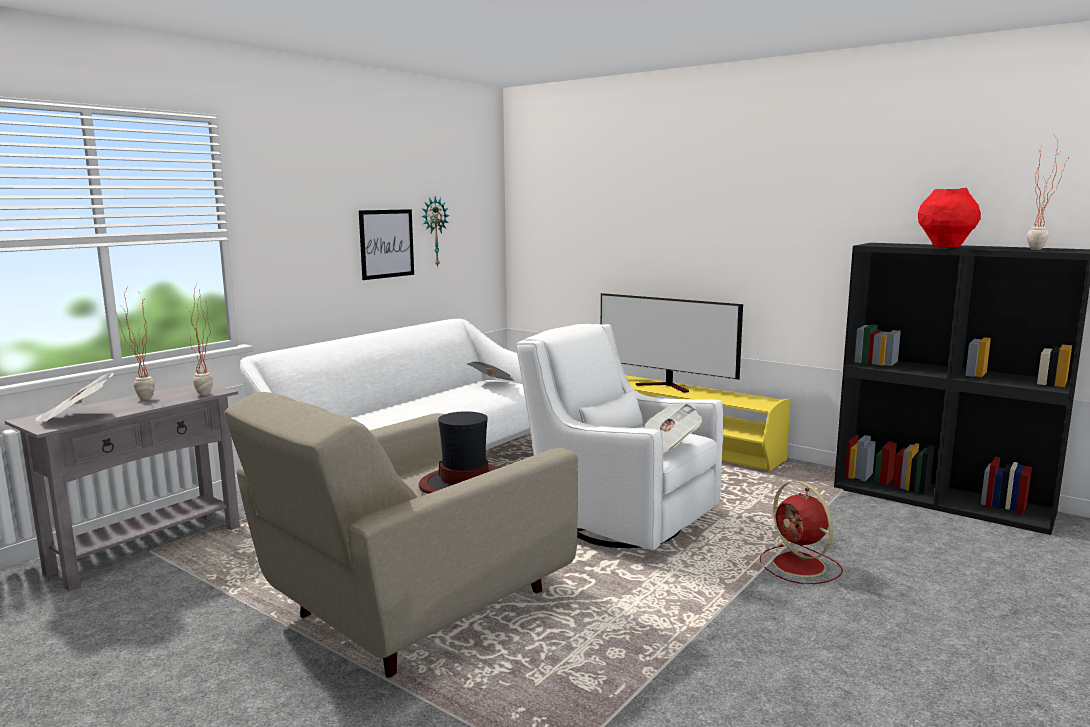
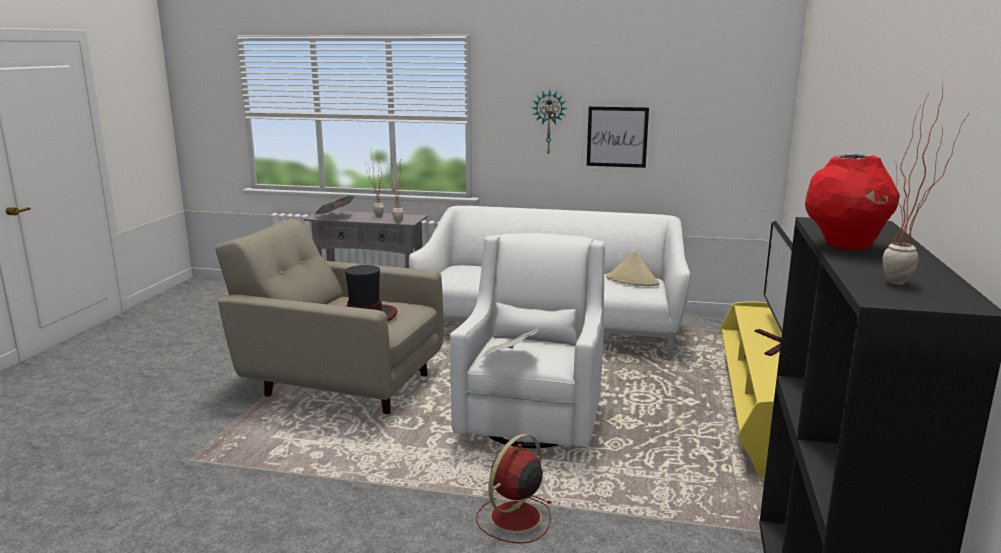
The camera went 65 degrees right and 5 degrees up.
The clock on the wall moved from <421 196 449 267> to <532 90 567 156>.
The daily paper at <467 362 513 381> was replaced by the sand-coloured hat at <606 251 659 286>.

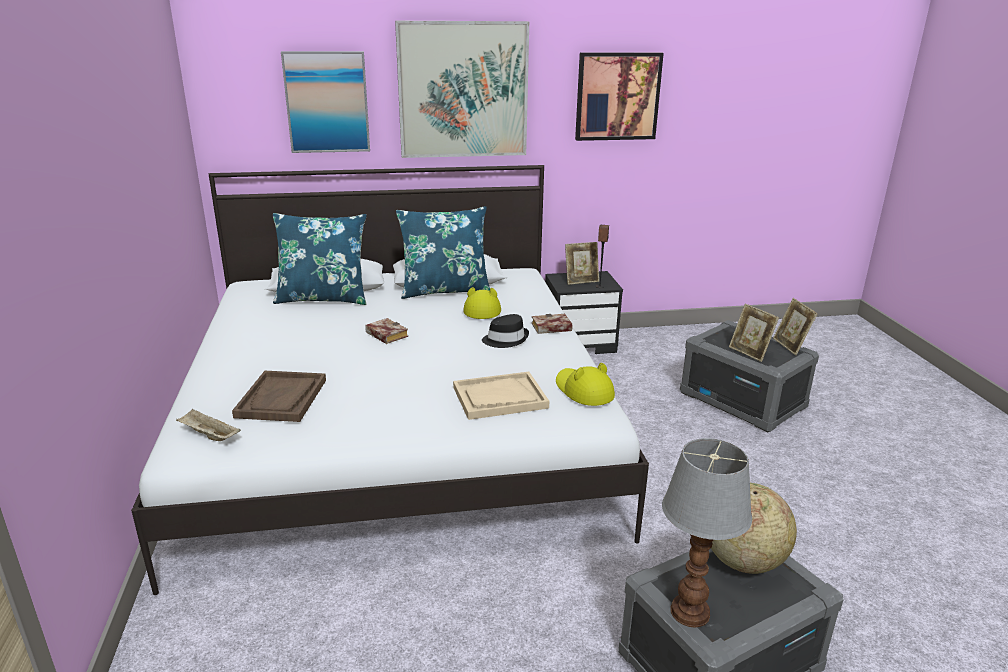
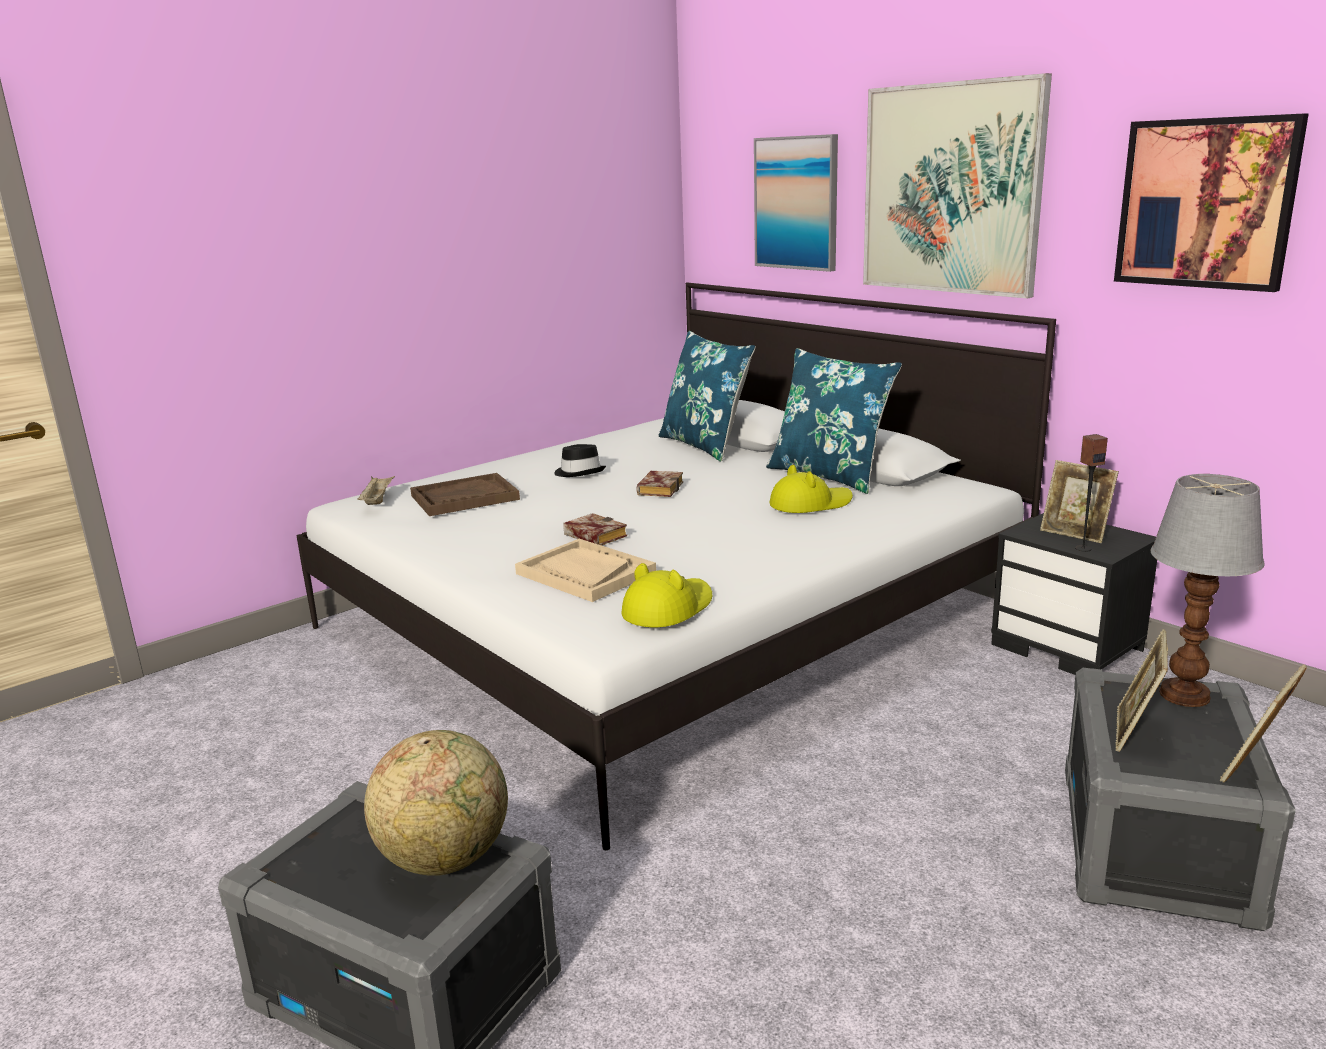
The camera went 60 degrees right and 5 degrees down.
The black hat moved from <482 314 529 348> to <554 444 606 477>.
The volume moved from <532 314 573 334> to <563 513 627 546>.
The tabletop lamp moved from <662 438 752 628> to <1151 474 1265 707>.

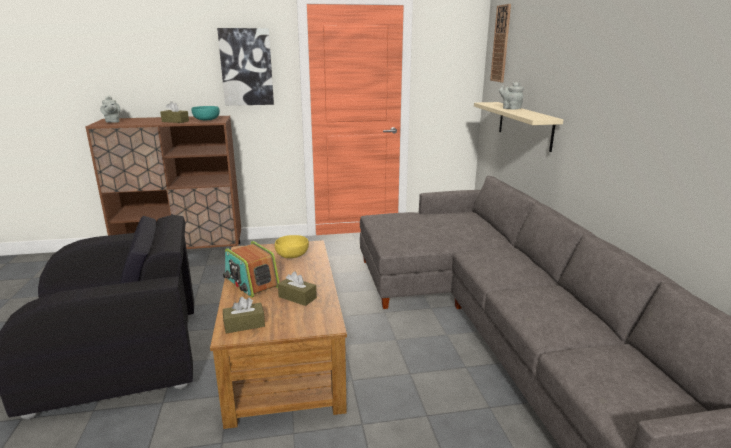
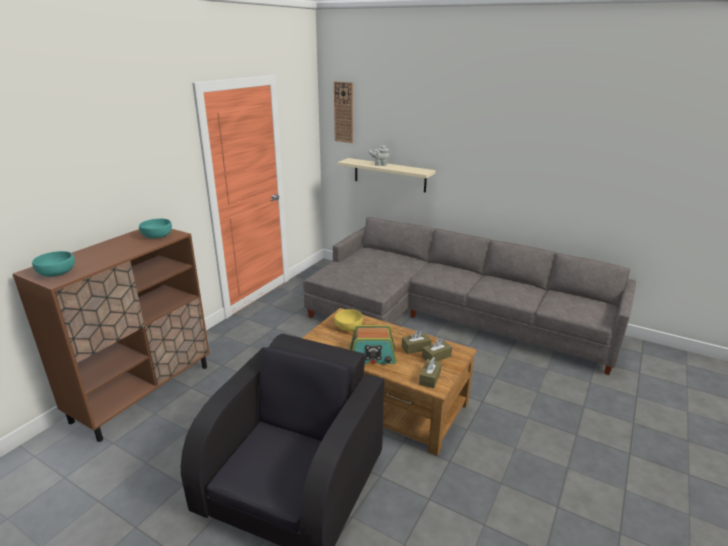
The camera went 50 degrees left and 5 degrees up.
The wall picture at <217 28 274 106> disappeared.
The brown box of tissues moved from <160 101 189 123> to <422 338 452 361>.
The greyish pot for tea at <100 95 120 123> was replaced by the blue-green serving bowl at <32 251 75 277>.

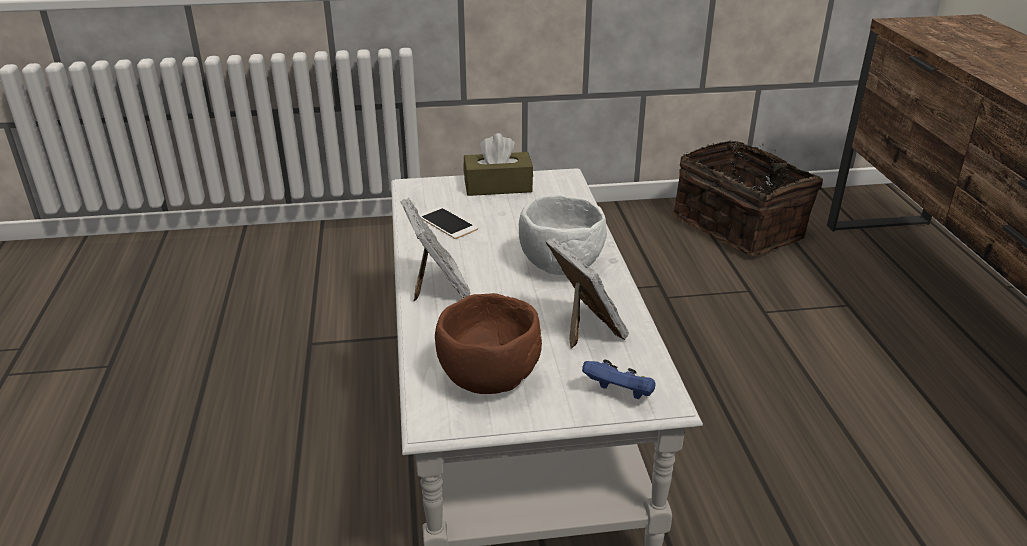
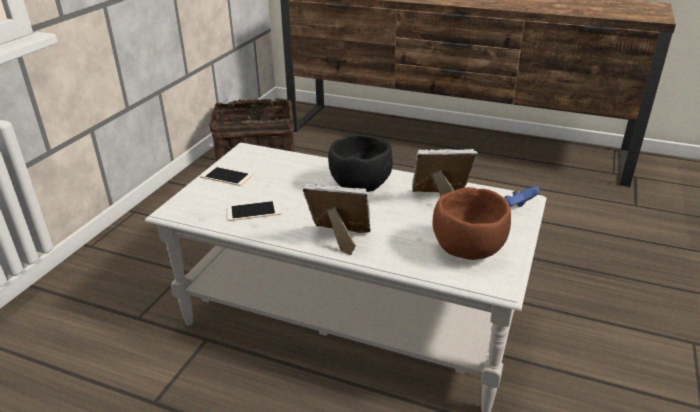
The camera went 60 degrees left and 0 degrees up.
The brown box of tissues at <463 133 533 196> was replaced by the phone at <200 166 252 186>.
The white-coloured serving bowl at <519 195 607 275> became the black serving bowl at <328 135 393 192>.

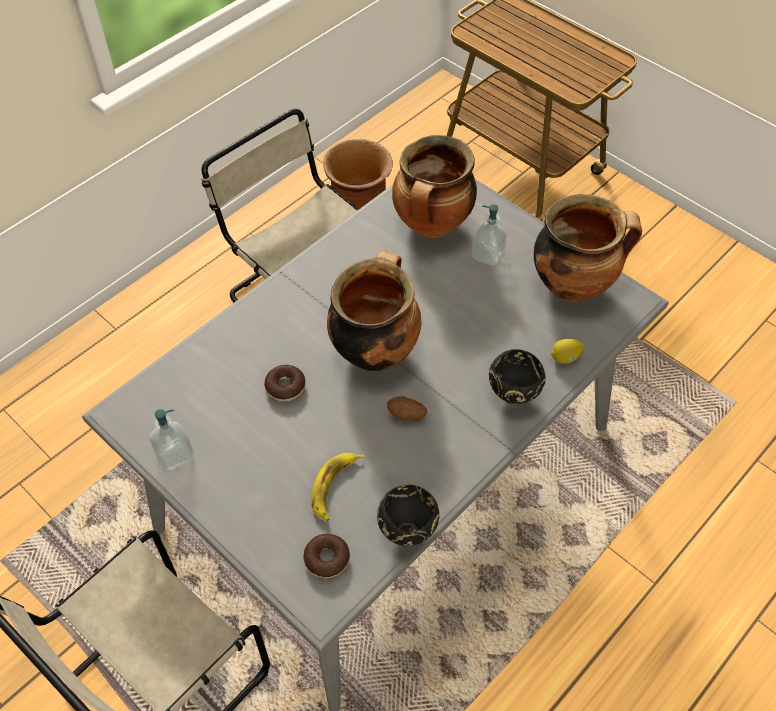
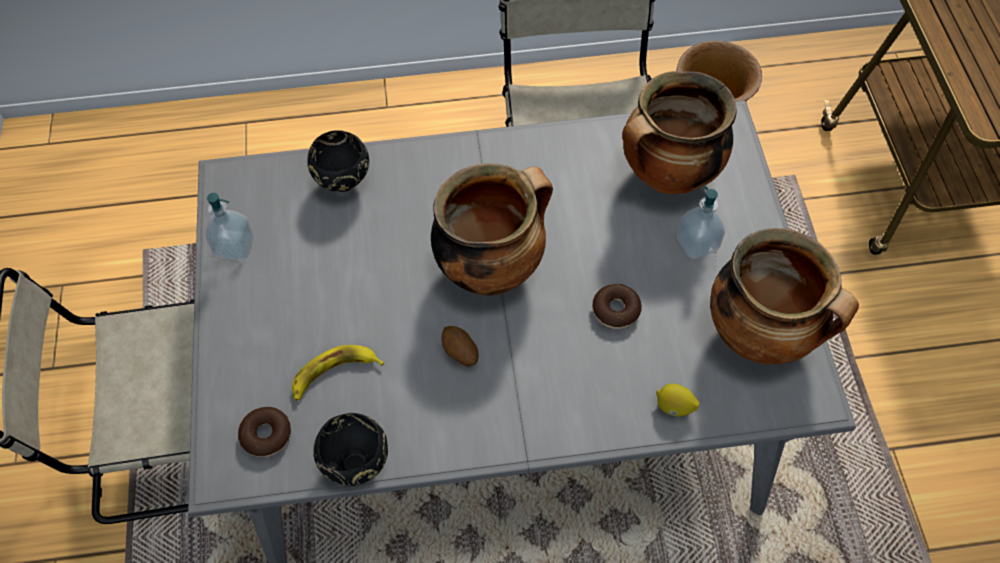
The camera went 40 degrees right and 5 degrees up.
The ring doughnut moved from <264 365 305 402> to <592 284 642 329>.
The black serving bowl moved from <489 349 546 404> to <307 130 369 192>.

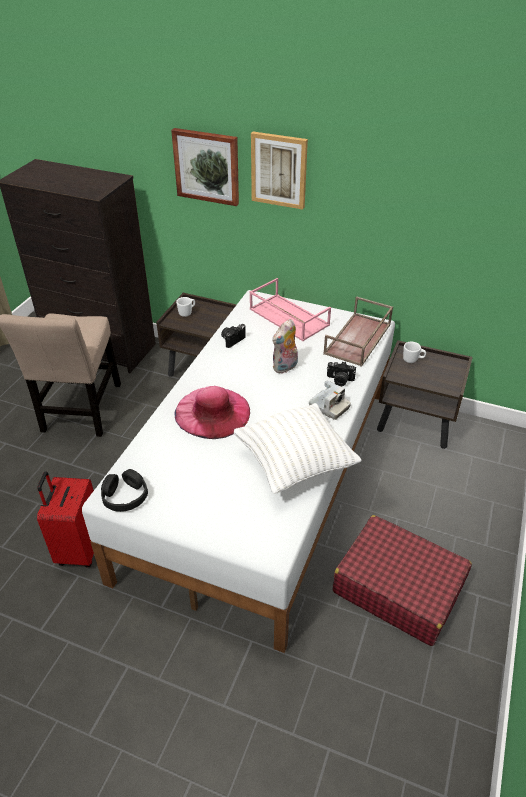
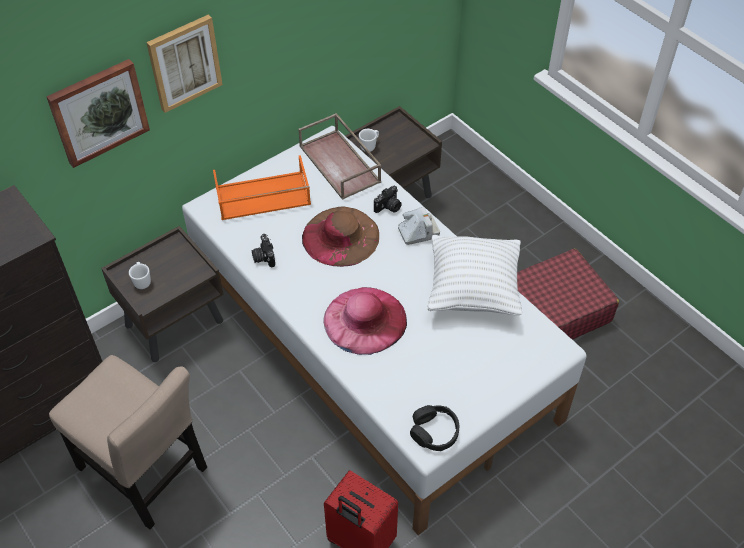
The camera went 60 degrees left and 10 degrees up.
The soft toy at <272 319 298 374> was replaced by the brown hat at <302 206 379 267>.
The pink-coloured carrying tray at <249 278 331 341> became the orange carrying tray at <213 155 311 220>.

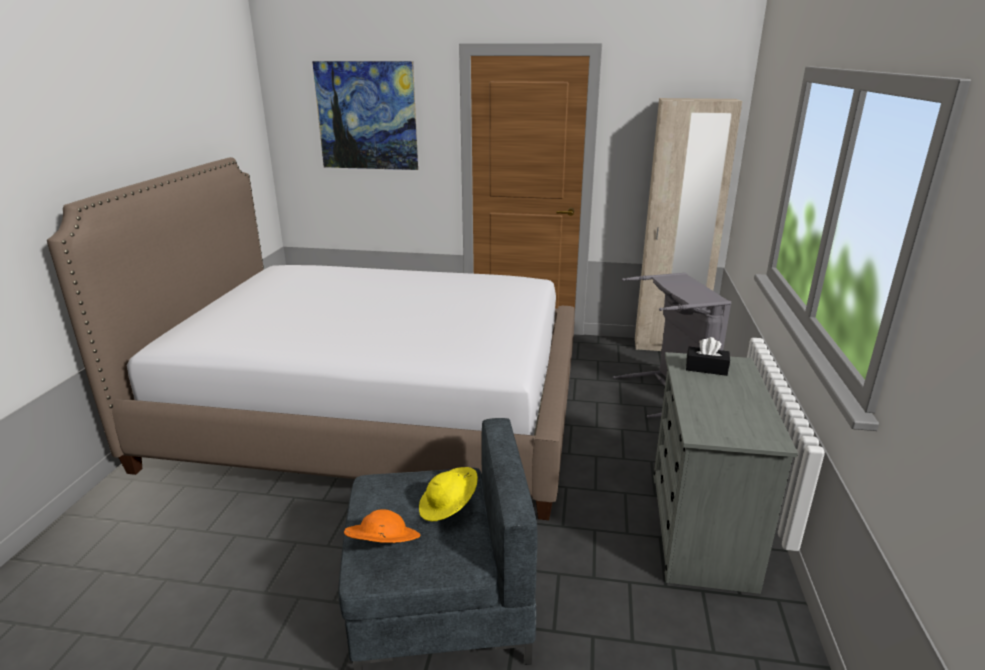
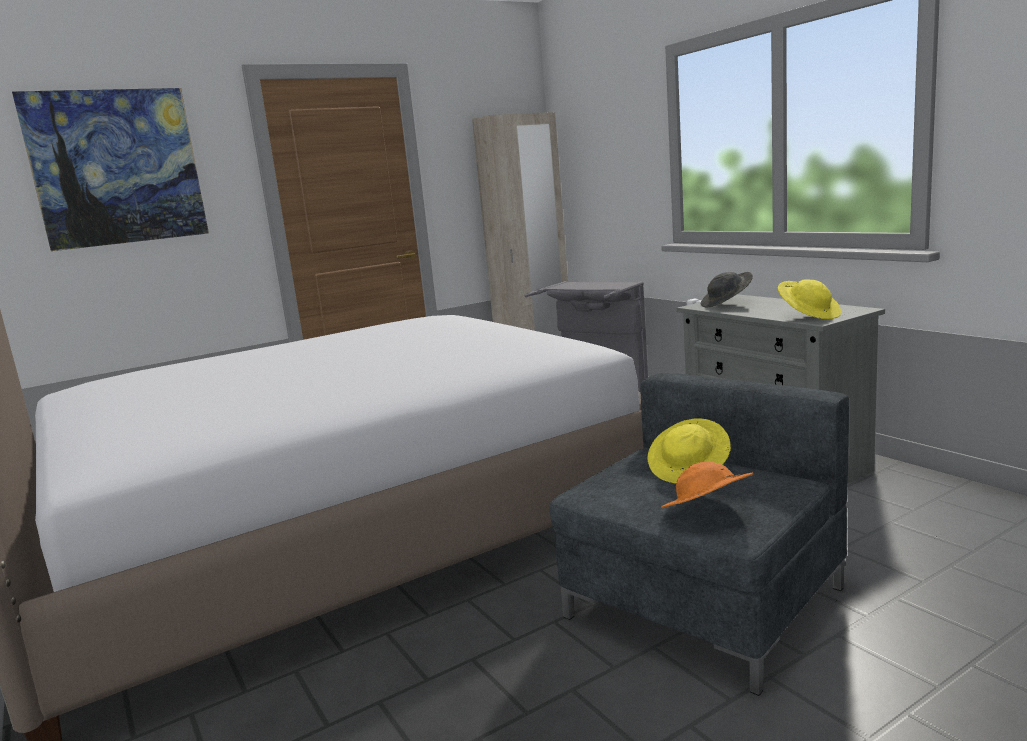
The camera went 40 degrees left and 10 degrees down.
The yellow-coloured hat at <778 279 841 319> appeared.
The black box of tissues at <686 337 730 376> was replaced by the greyish hat at <701 272 753 308>.

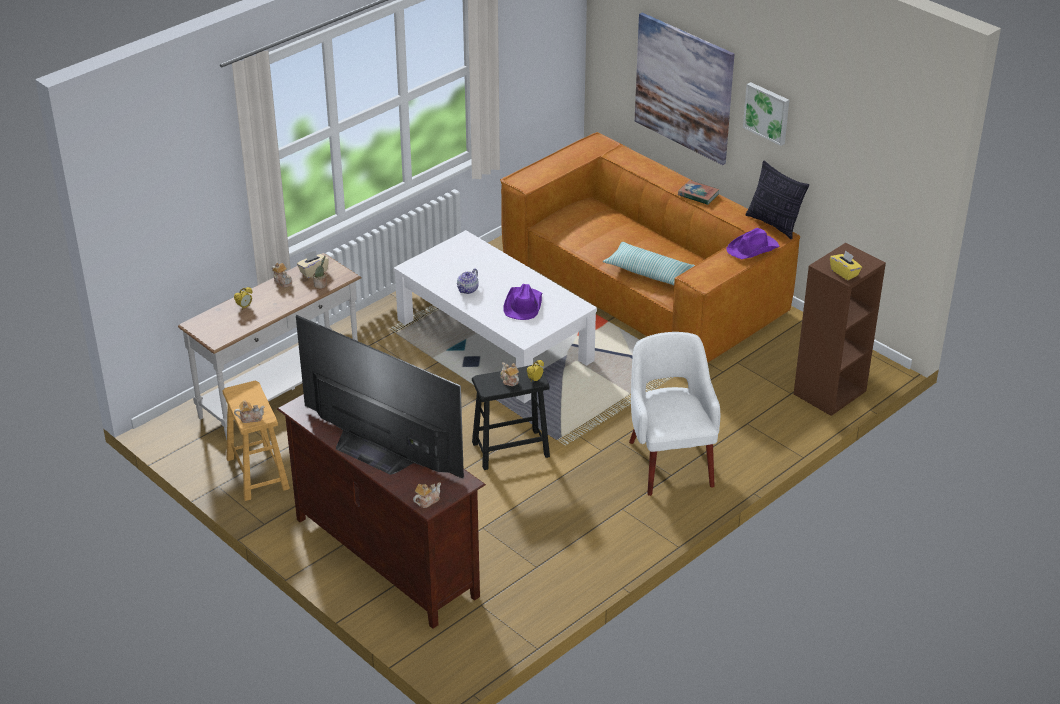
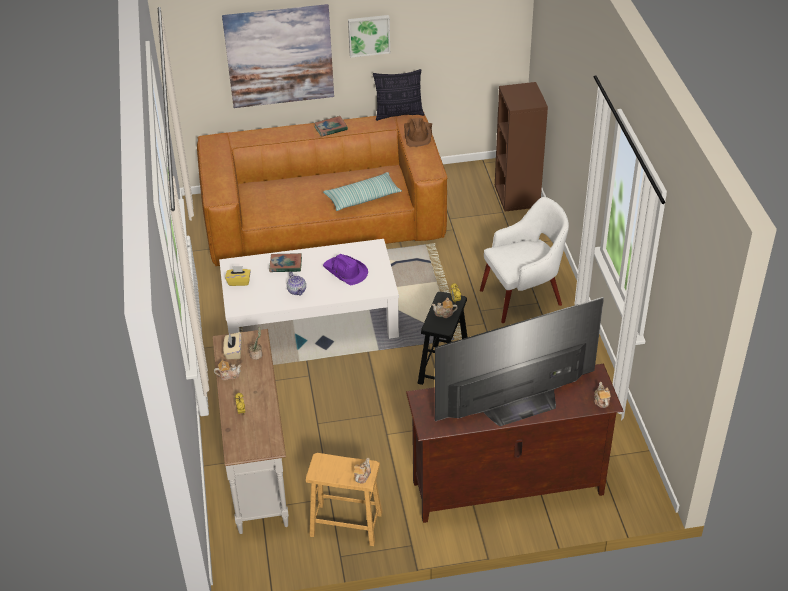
The camera went 55 degrees left and 5 degrees up.
The volume at <269 253 302 272> appeared.
The yellow-coloured box of tissues moved from <830 250 862 280> to <225 266 251 286>.
The purple-coloured hat at <726 228 780 259> became the brown hat at <404 118 432 147>.
The white-coloured easy chair at <629 332 720 496> turned 135 degrees clockwise.

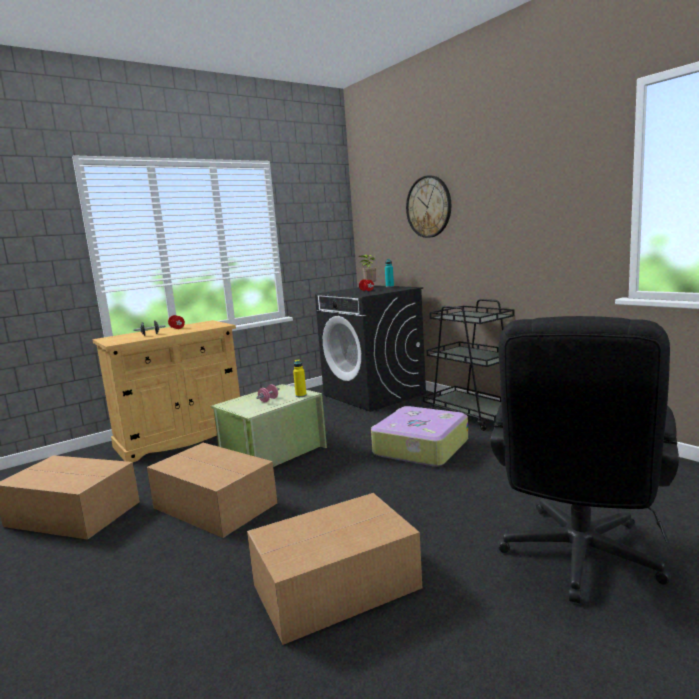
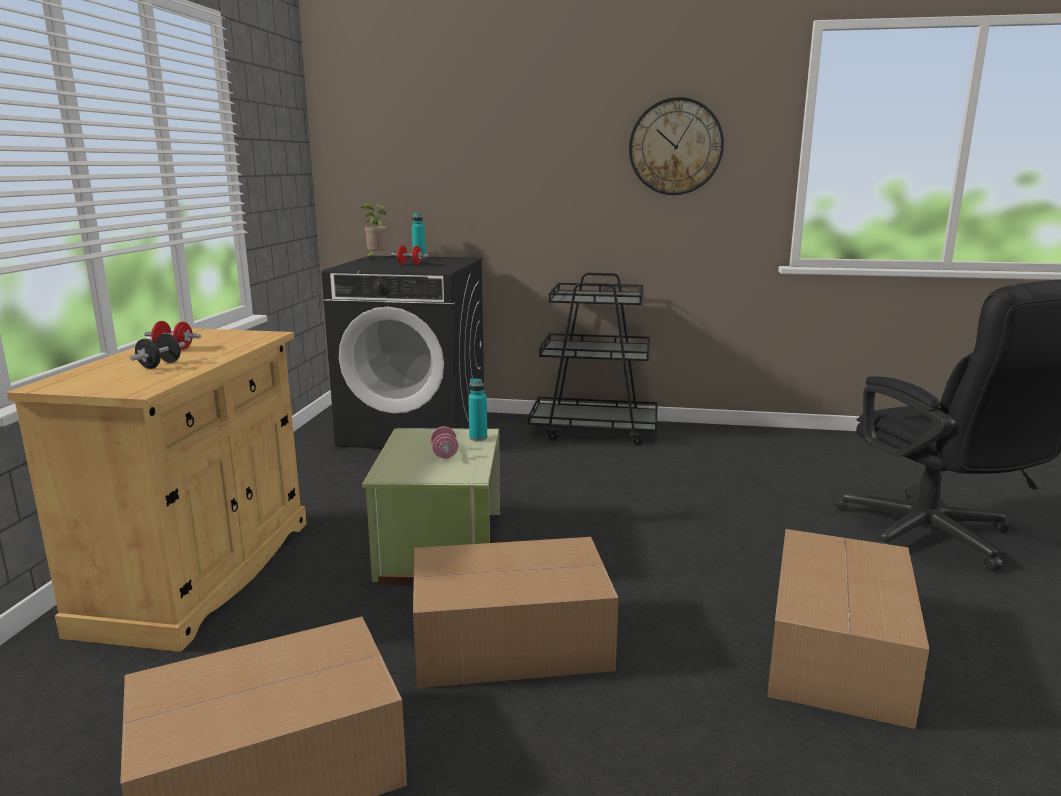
The camera went 45 degrees left and 5 degrees up.
The travel case at <371 406 468 467> disappeared.
The clock on the wall moved from <406 175 451 238> to <629 97 724 195>.
The yellow-coloured bottle at <293 359 307 397> became the blue-green bottle at <468 378 487 441>.

